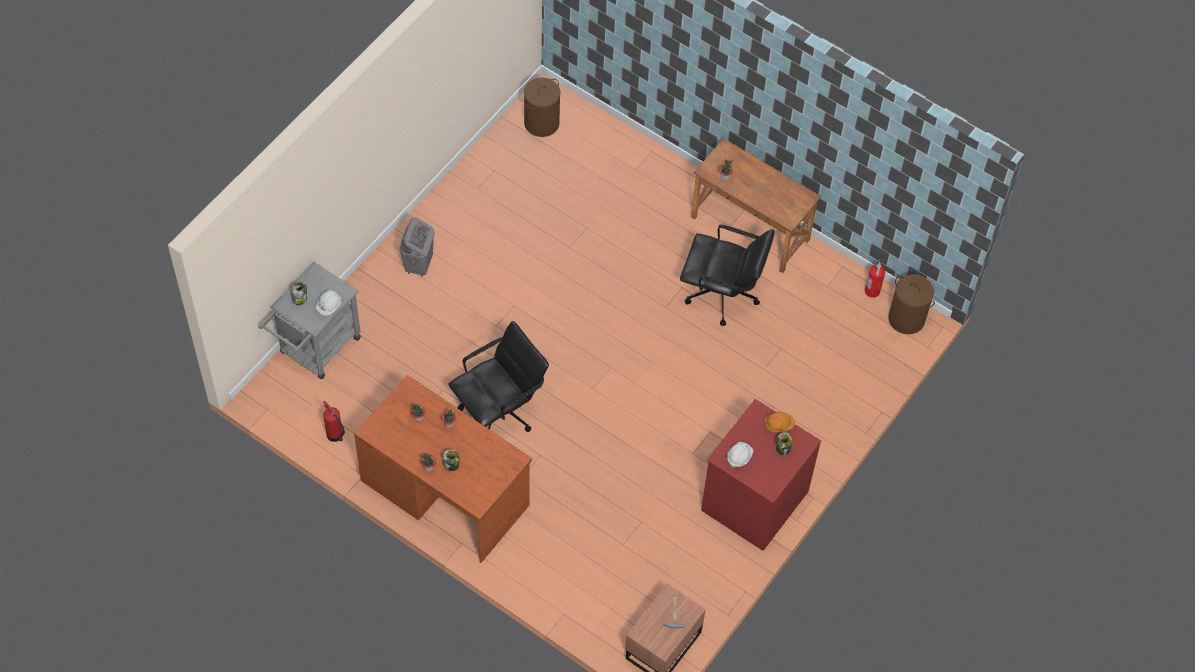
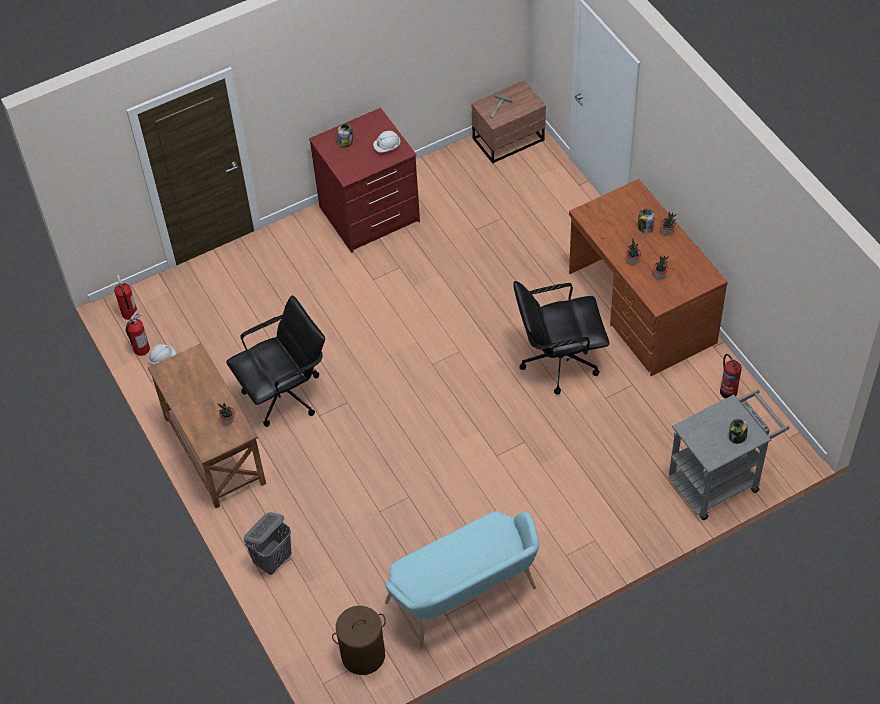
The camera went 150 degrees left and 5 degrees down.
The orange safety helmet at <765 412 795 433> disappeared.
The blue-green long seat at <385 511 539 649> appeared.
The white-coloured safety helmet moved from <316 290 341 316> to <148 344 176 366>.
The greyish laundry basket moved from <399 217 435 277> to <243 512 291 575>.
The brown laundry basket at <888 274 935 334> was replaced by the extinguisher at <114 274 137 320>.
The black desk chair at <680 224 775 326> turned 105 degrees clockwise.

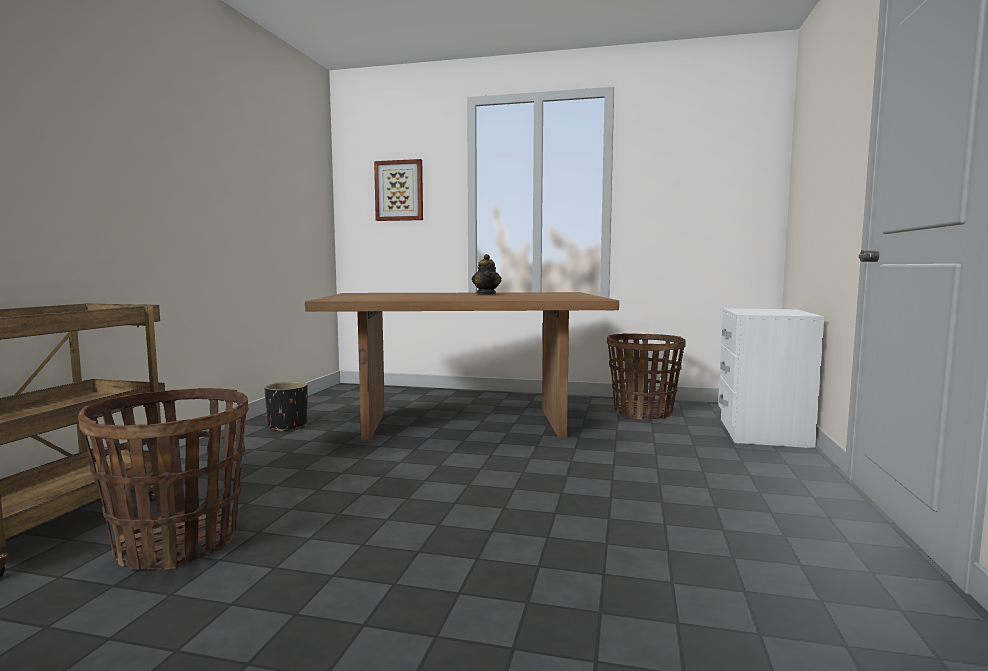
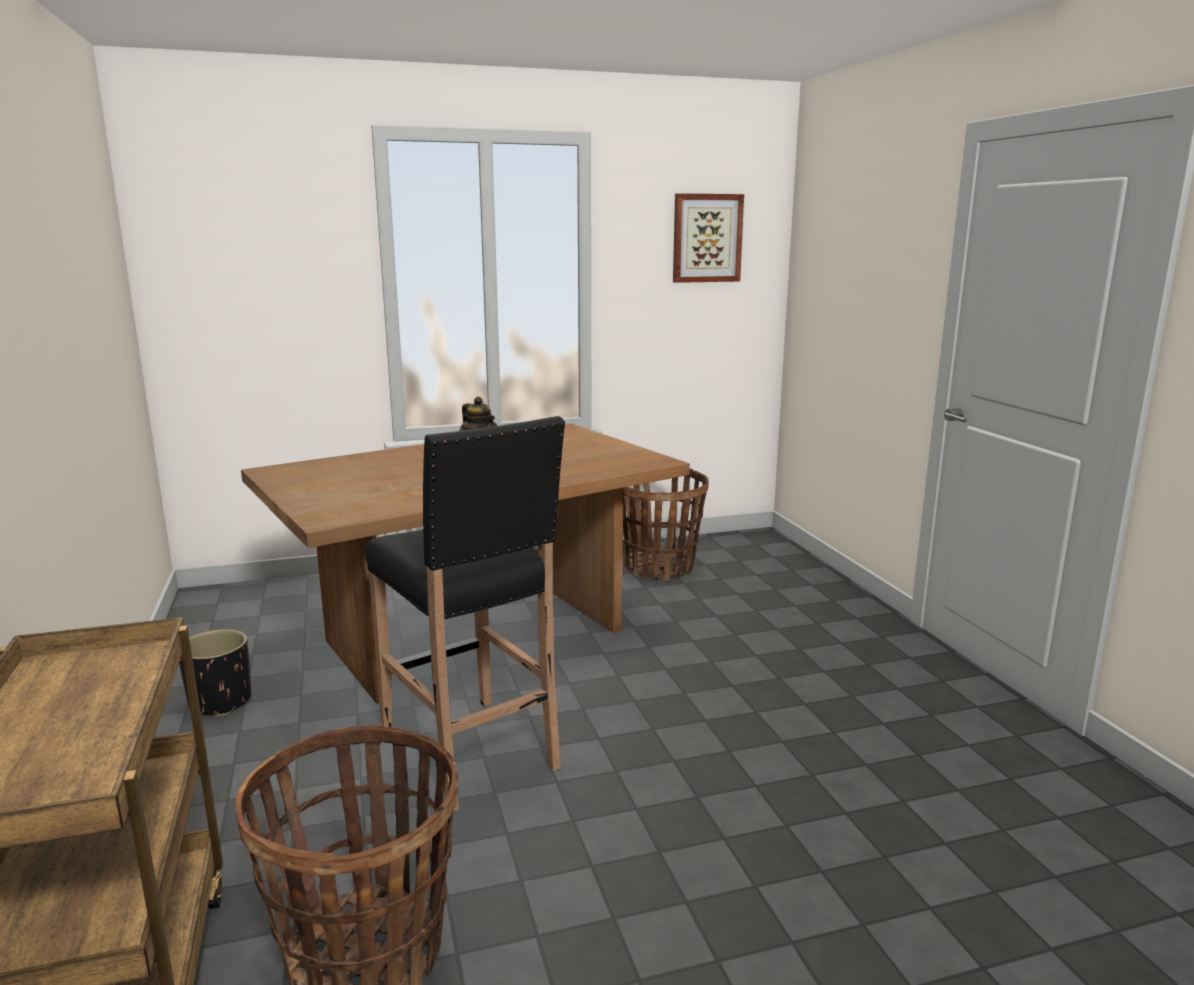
The camera went 30 degrees left and 10 degrees up.
The white-coloured bedside table at <718 308 824 448> disappeared.
The black sitting stool at <365 416 565 812> appeared.
The wall picture moved from <374 159 423 221> to <673 193 744 283>.

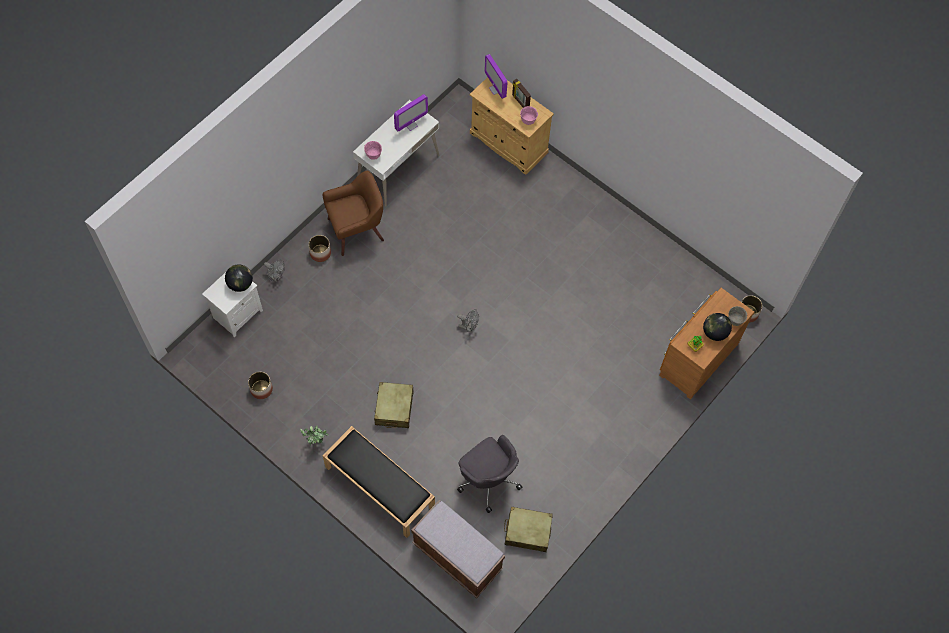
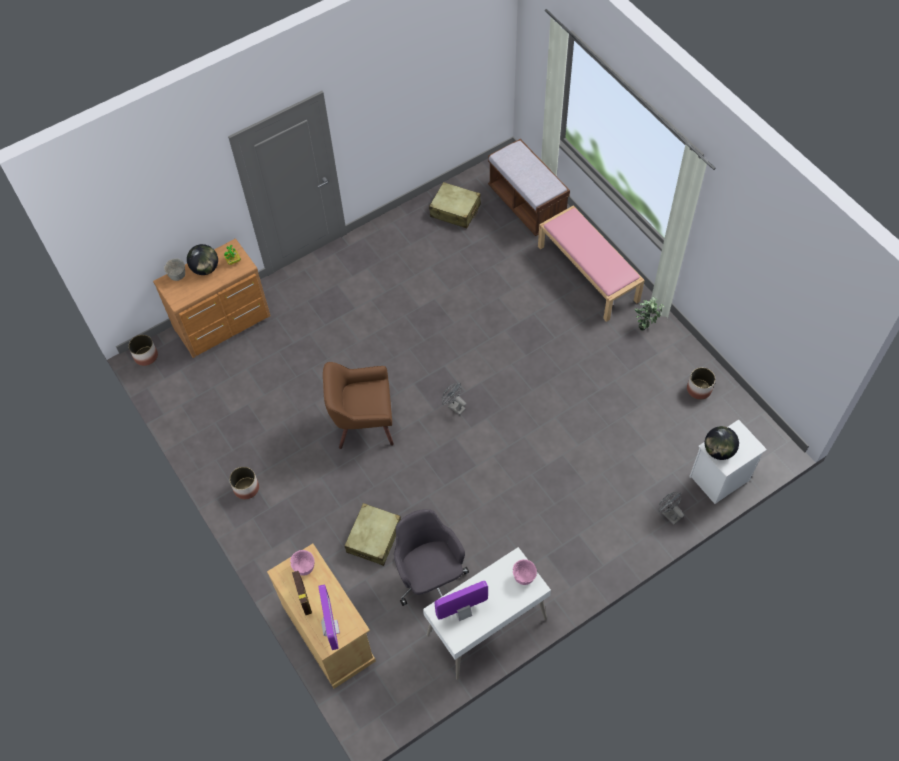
The camera went 160 degrees left and 5 degrees down.
The planter moved from <308 235 331 262> to <229 466 259 499>.
The brown easy chair moved from <323 171 384 256> to <323 362 394 449>.
The sand-coloured travel case moved from <374 382 414 428> to <345 503 401 566>.
The greyish desk chair moved from <457 435 523 513> to <394 509 469 606>.
The black long seat at <323 426 435 538> became the pink-coloured long seat at <538 205 645 322>.

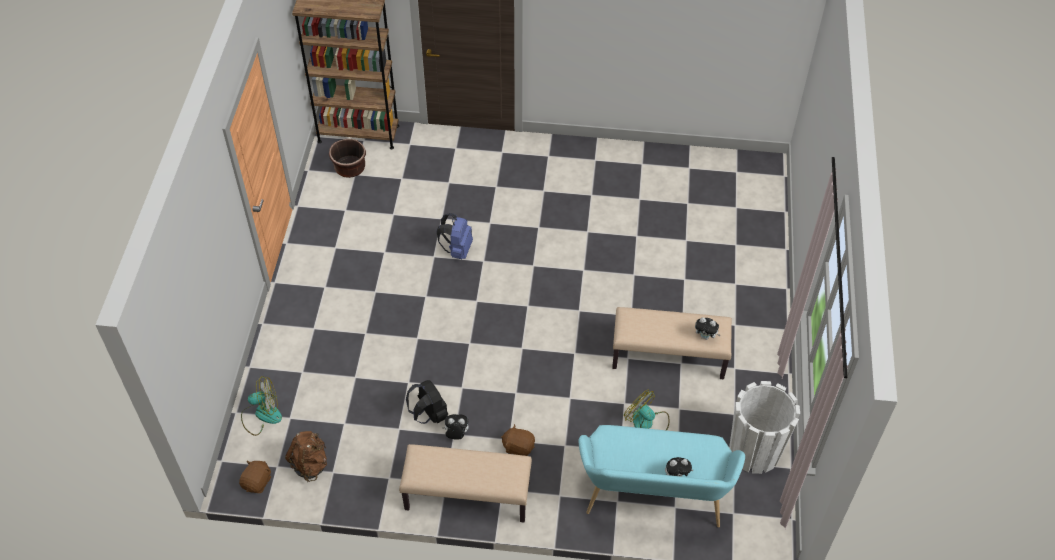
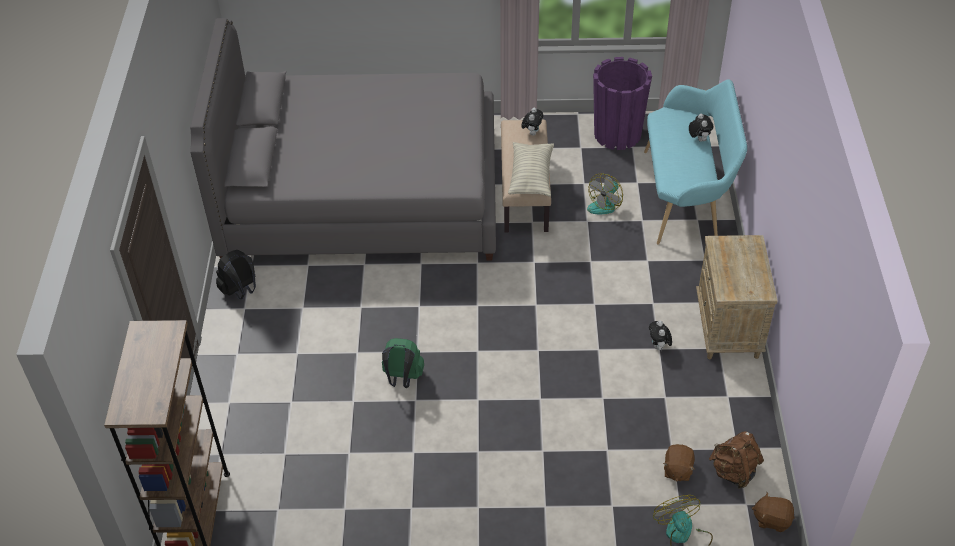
The camera went 95 degrees left and 5 degrees down.
The brown planter at <329 139 366 178> disappeared.
The greyish bedroom bed at <190 18 496 260> appeared.
The throw pillow at <508 142 554 197> appeared.
The black rucksack moved from <406 380 448 424> to <216 250 256 299>.
The brown soft toy moved from <501 424 535 456> to <663 444 695 482>.
The sand-coloured long seat at <399 444 532 522> was replaced by the sand-coloured bedside table at <696 235 778 359>.
The blue-coloured rucksack at <437 213 473 259> became the greenish rucksack at <382 338 424 388>.
The white-coloured planter at <729 381 800 474> became the purple-coloured planter at <593 57 652 150>.

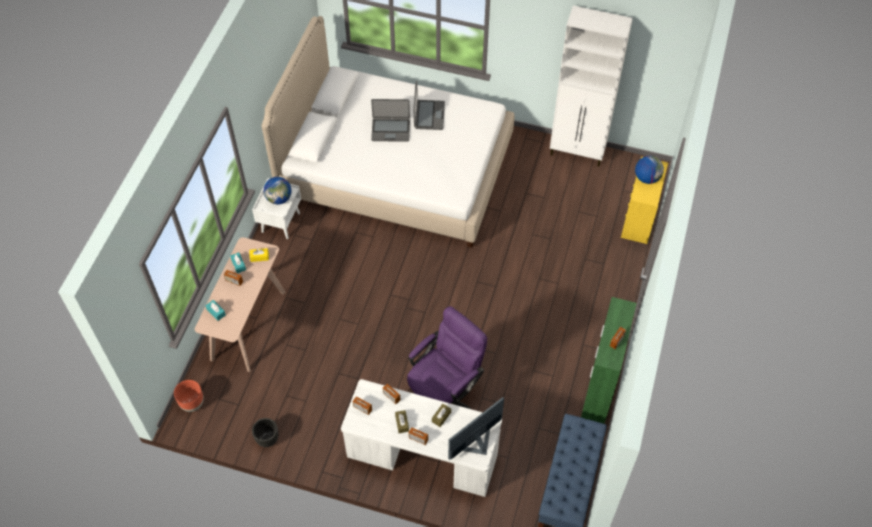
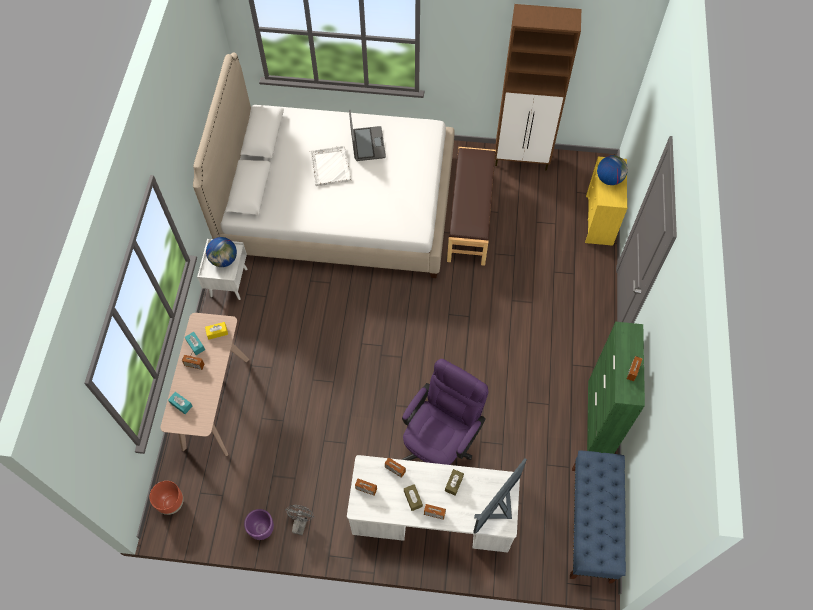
The camera went 10 degrees left and 5 degrees up.
The greyish cooling fan at <285 505 314 535> appeared.
The brown long seat at <447 147 496 266> appeared.
The laptop at <371 99 410 142> was replaced by the white-coloured carrying tray at <310 146 351 186>.
The black planter at <252 418 279 447> became the purple-coloured planter at <244 509 274 540>.
The white-coloured cupboard at <550 5 633 166> became the brown cupboard at <495 4 581 171>.

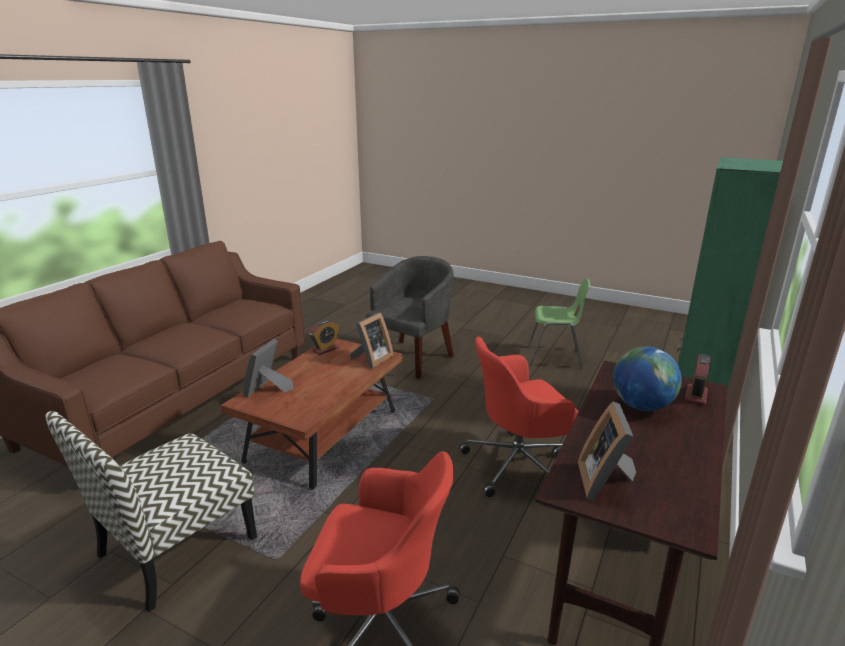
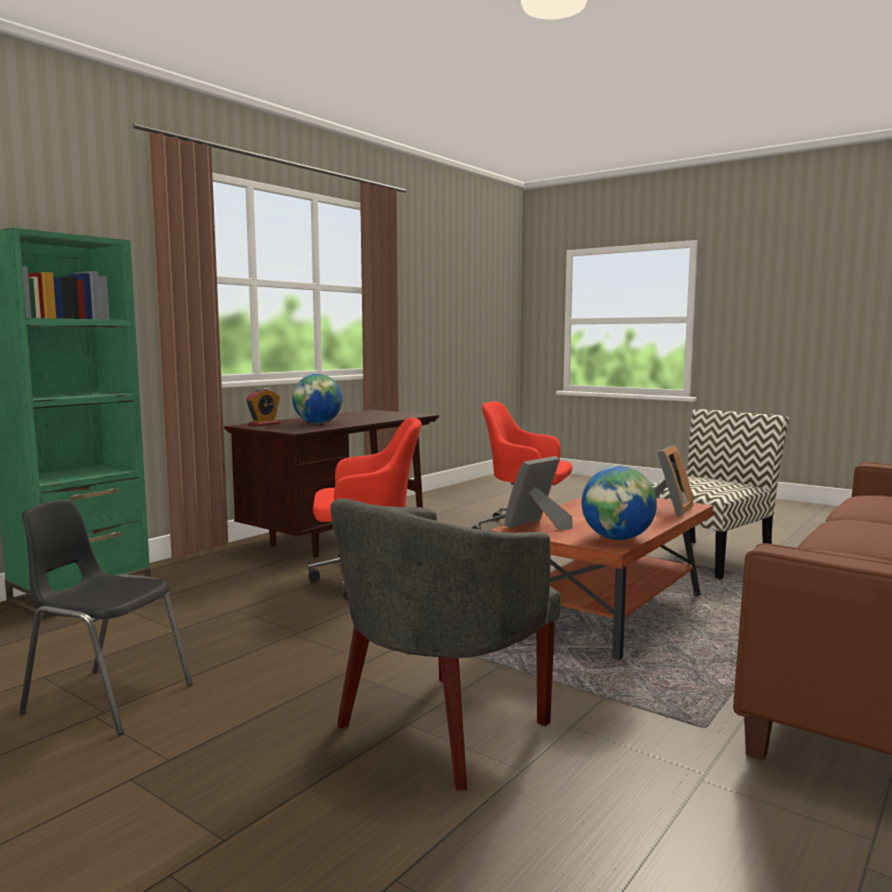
The camera went 170 degrees left and 15 degrees down.
The picture frame at <578 402 636 501> disappeared.
The alarm clock at <309 320 339 355> was replaced by the globe at <581 466 657 540>.
The greenish upright chair at <527 278 590 369> became the black upright chair at <19 499 193 735>.

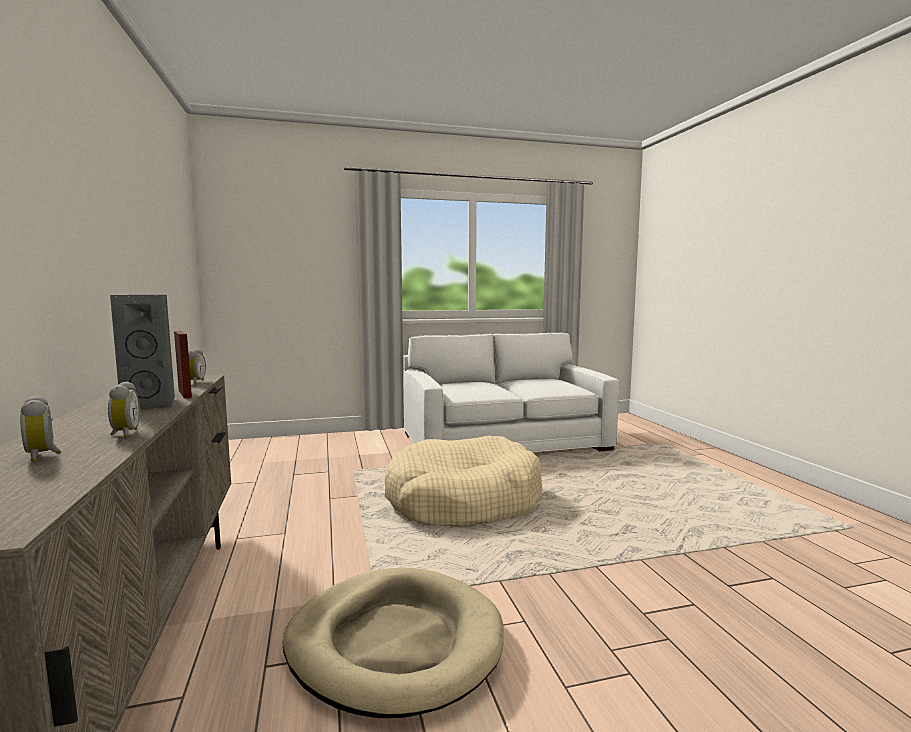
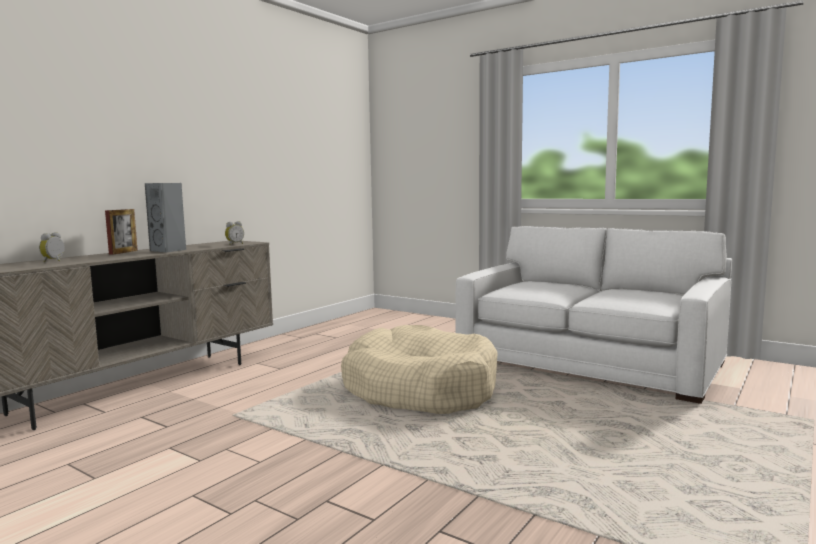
The camera went 50 degrees right and 0 degrees up.
The alarm clock at <108 381 140 438> disappeared.
The sand-coloured pet bed at <283 568 504 718> disappeared.
The picture frame moved from <174 331 192 399> to <105 209 138 255>.

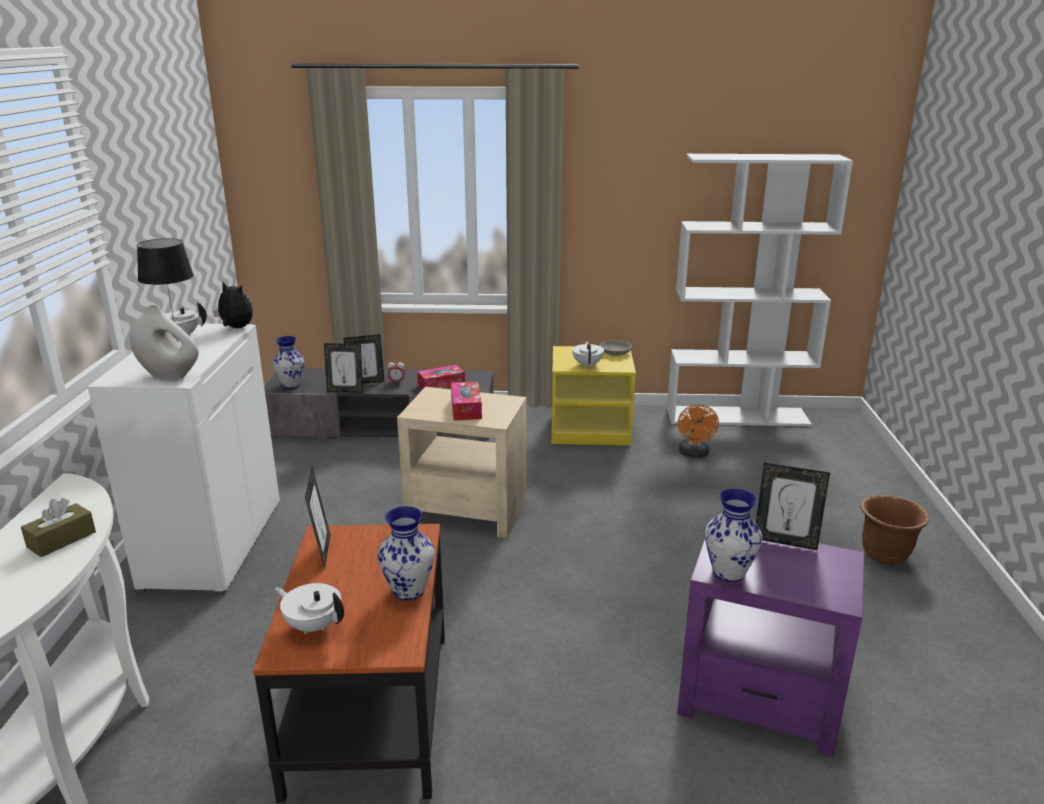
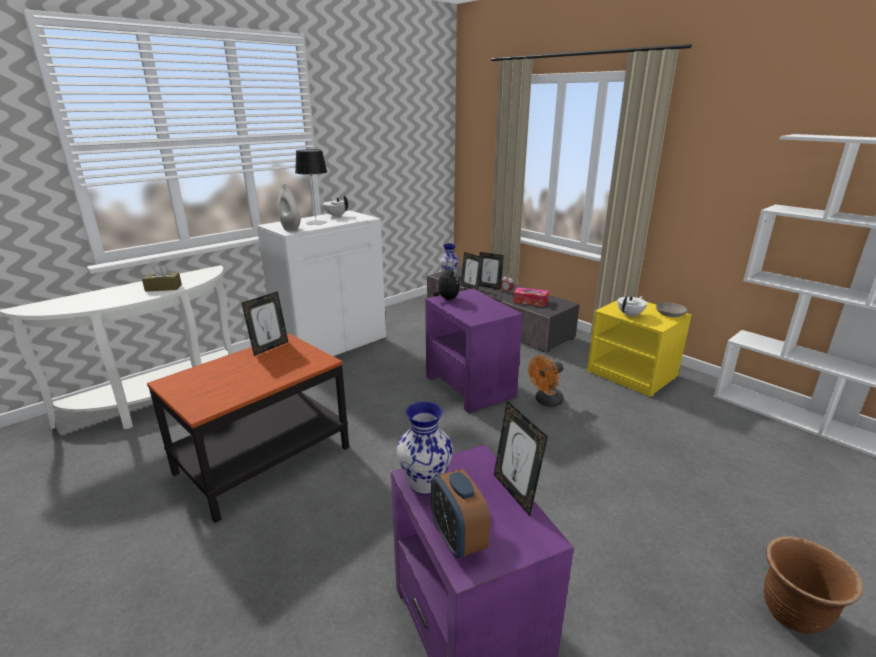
The camera went 45 degrees right and 0 degrees up.
The white-coloured pot for tea at <275 583 344 635> disappeared.
The vase at <378 506 435 600> disappeared.
The box of tissues at <451 381 482 421> disappeared.
The alarm clock at <431 469 490 558> appeared.
The soft toy moved from <213 282 253 328> to <433 266 460 300>.
The orange cooling fan moved from <677 404 719 458> to <528 356 564 407>.
The sand-coloured end table at <397 387 527 538> became the purple-coloured end table at <425 289 523 413>.

